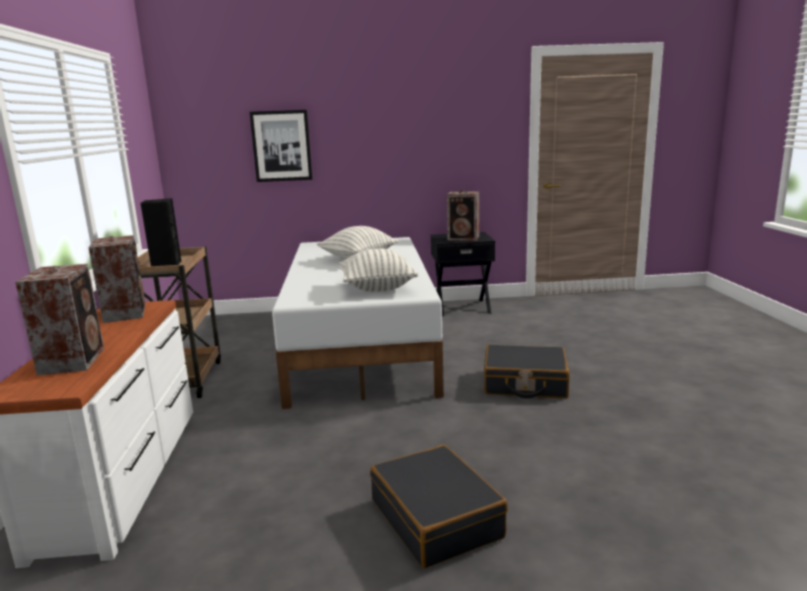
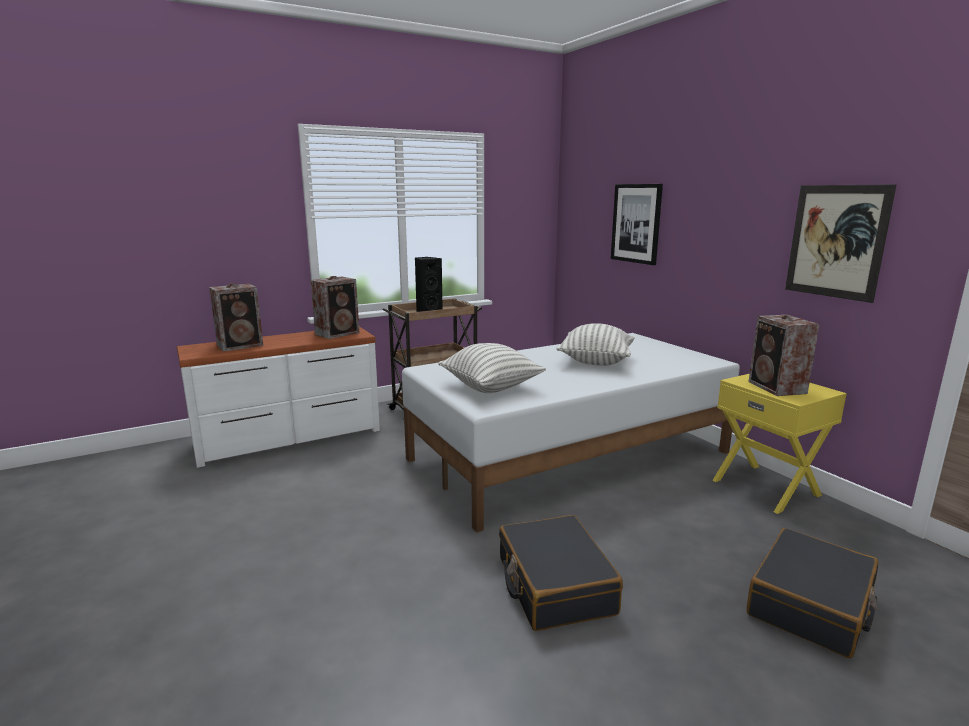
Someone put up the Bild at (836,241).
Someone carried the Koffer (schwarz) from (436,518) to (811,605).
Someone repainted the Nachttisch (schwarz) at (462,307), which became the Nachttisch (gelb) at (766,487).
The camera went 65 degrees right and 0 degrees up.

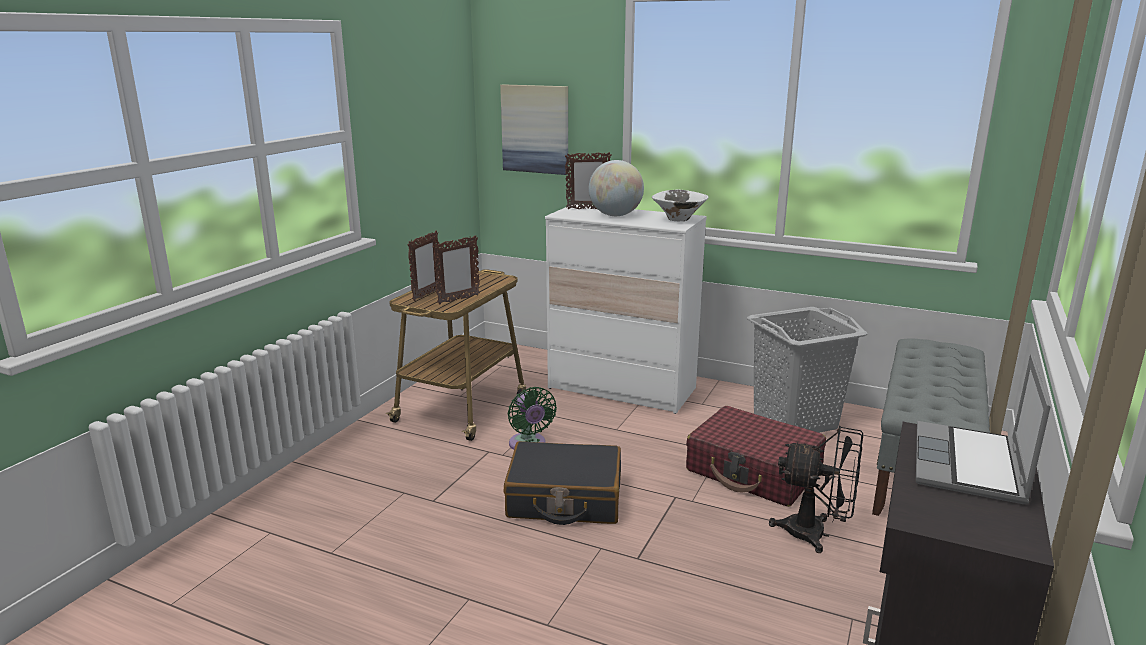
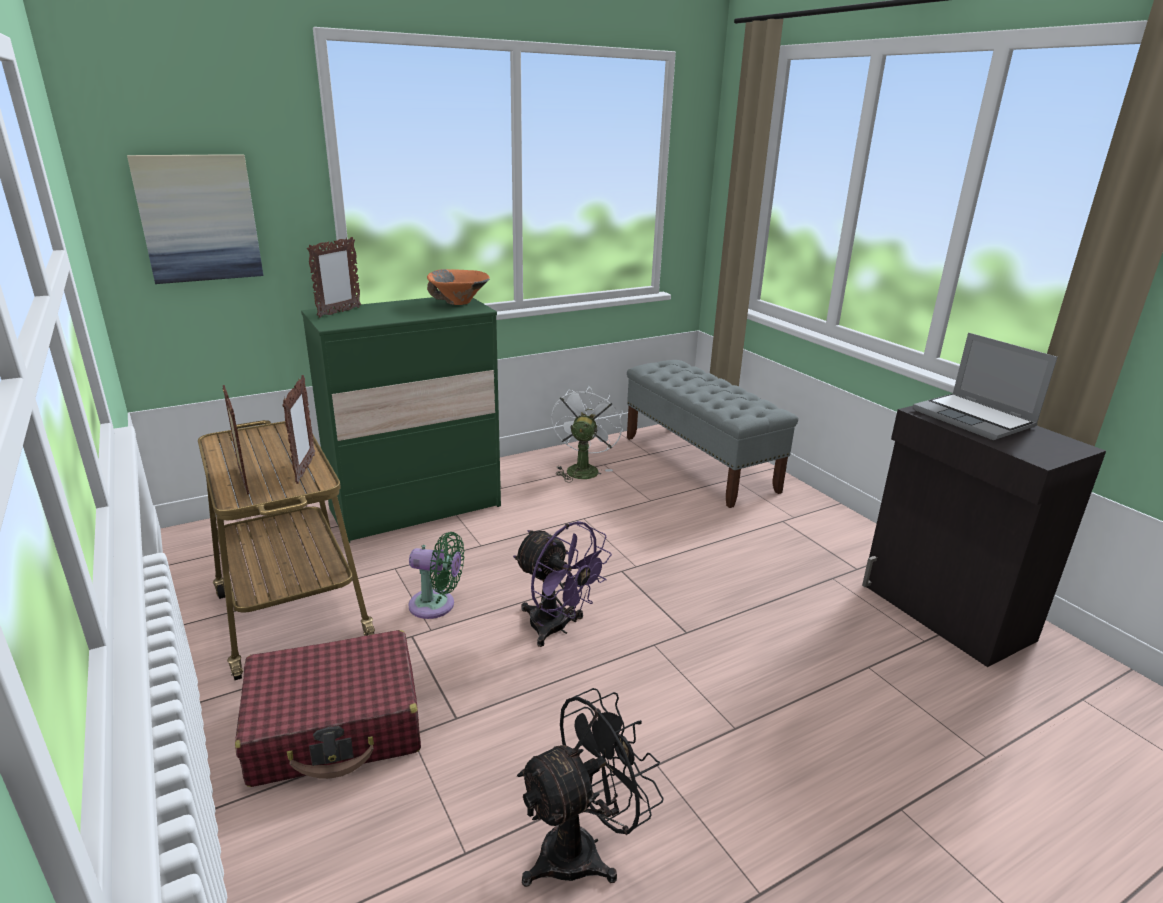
Someone took away the Globus at (615,215).
Someone carried the Koffer (rot) from (754,471) to (336,725).
Someone carried the Ventilator (schwarz) from (816,534) to (582,849).
Someone swapped the Koffer (schwarz) at (564,498) for the Ventilator (lila) at (557,628).
Someone swapped the Wäschekorb (grau) at (794,421) for the Ventilator (weiß) at (583,469).
Someone repainted the Kommode (weiß) at (621,389), which became the Kommode (grün) at (415,508).
Someone repainted the Schüssel (weiß) at (678,220), which became the Schüssel (orange) at (459,303).
The camera went 55 degrees left and 5 degrees up.

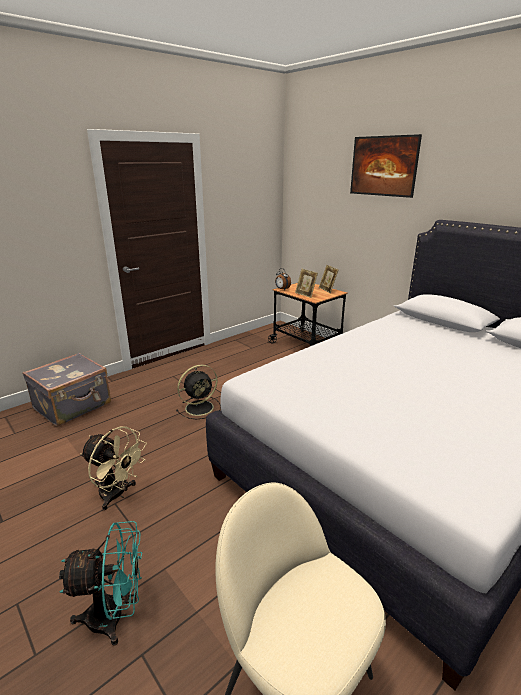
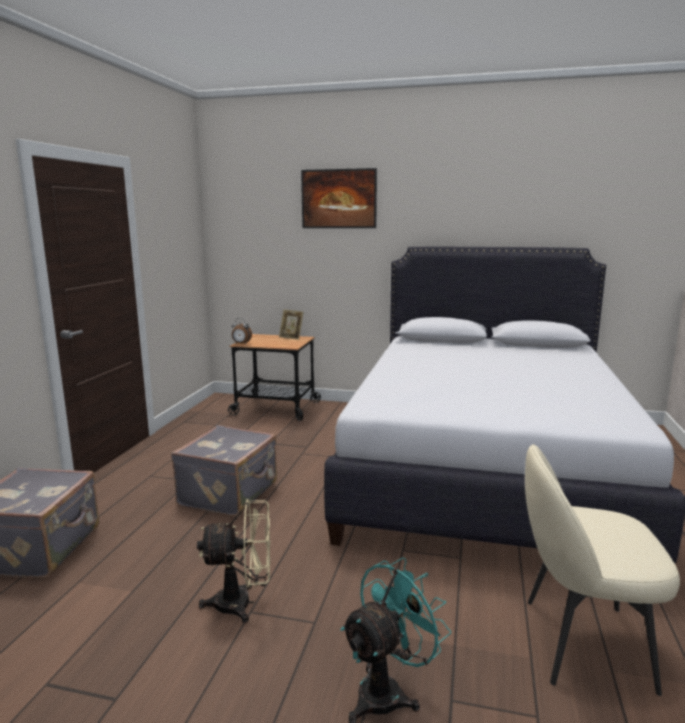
Someone took away the Bilderrahmen at (305,294).
Someone swapped the Ventilator (schwarz) at (200,407) for the Koffer (grau) at (230,494).
The camera went 35 degrees left and 10 degrees down.

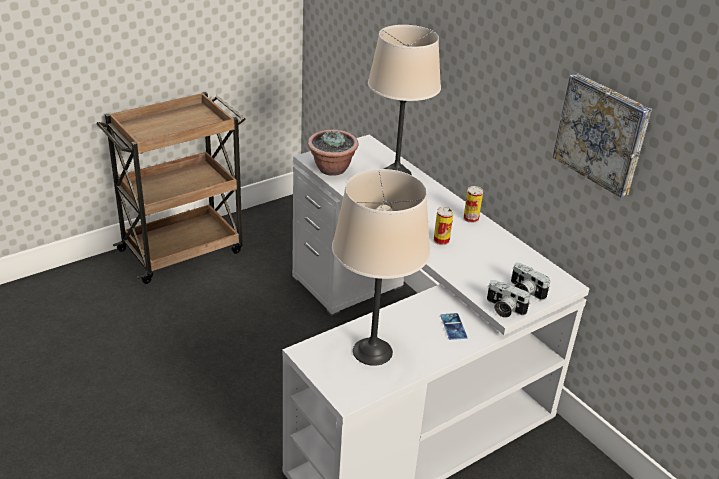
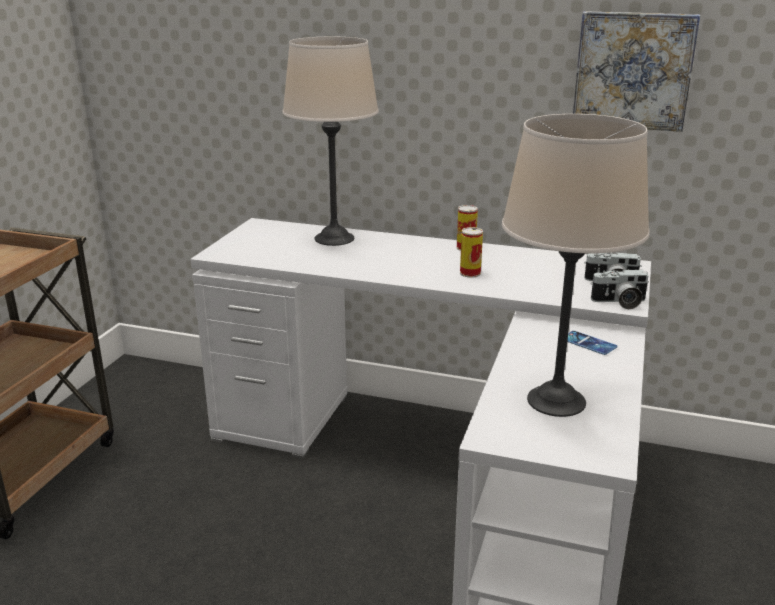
Someone took away the Topfpflanze at (332,169).
The camera went 35 degrees left and 10 degrees down.

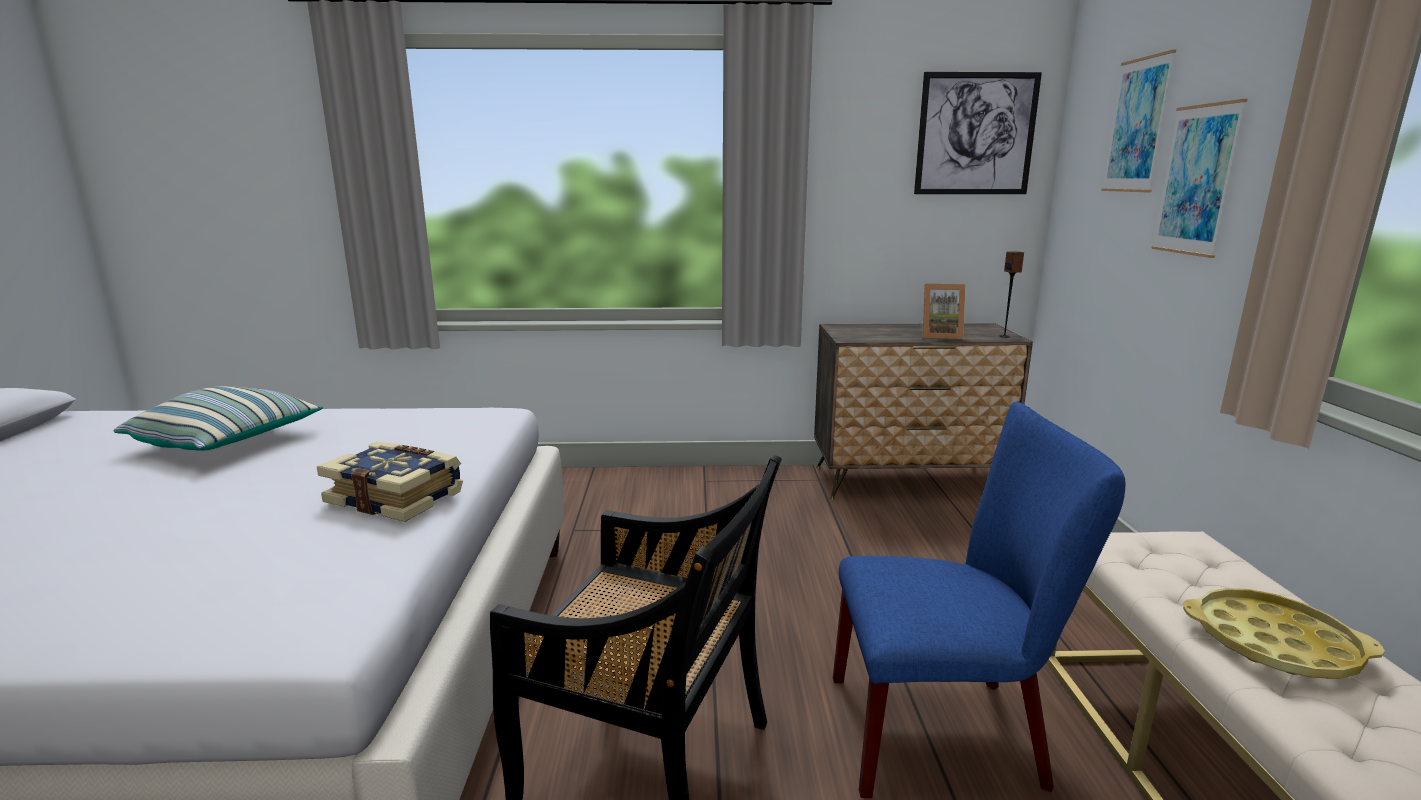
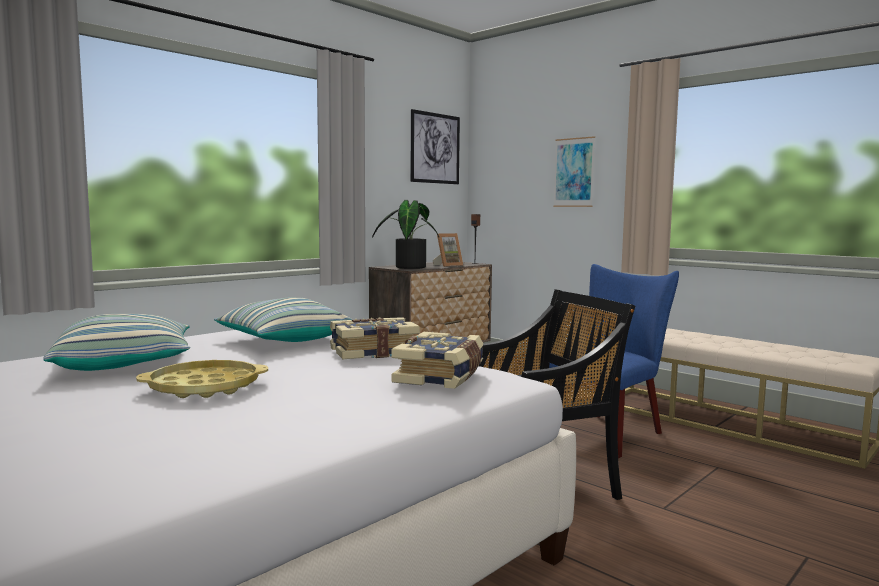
Someone took away the Bild at (1137,125).
Someone put down the Kissen at (284,341).
Someone put down the Topfpflanze at (408,267).
Someone put down the Buch at (441,376).
Someone carried the Tablett (gelb) from (1273,643) to (204,387).
The camera went 45 degrees left and 10 degrees down.

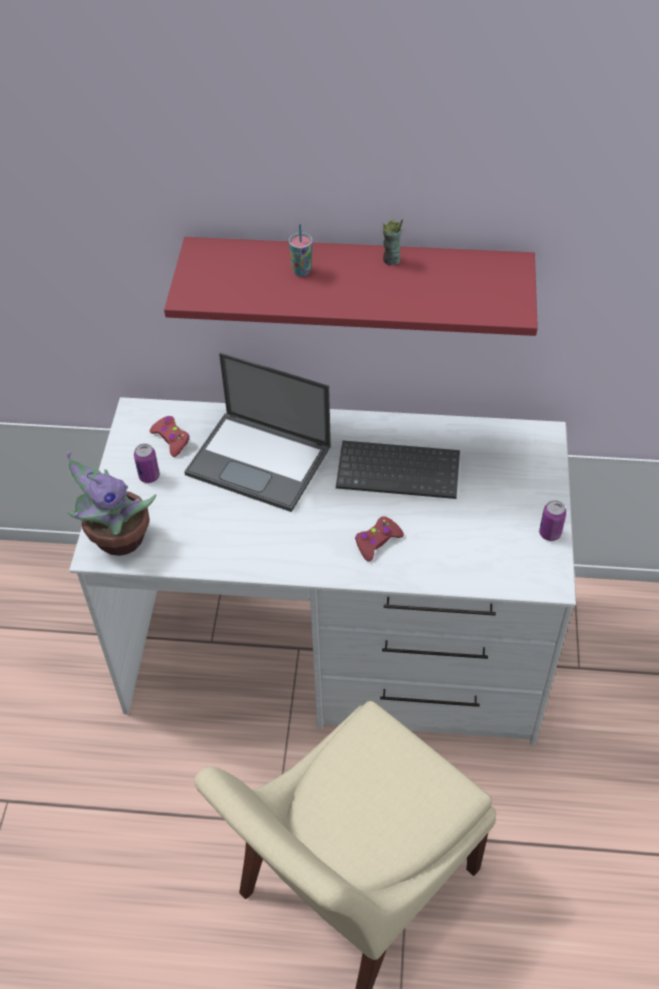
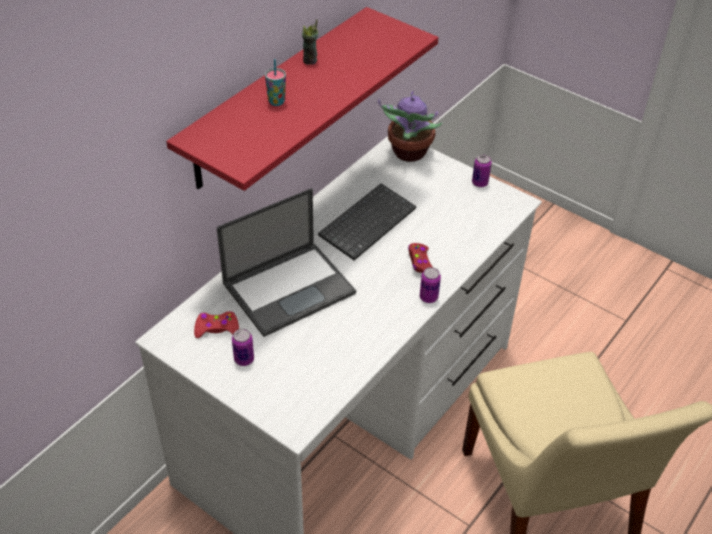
Someone put down the Dose at (428,297).
Someone carried the Topfpflanze from (117,539) to (408,153).
The camera went 60 degrees left and 5 degrees down.

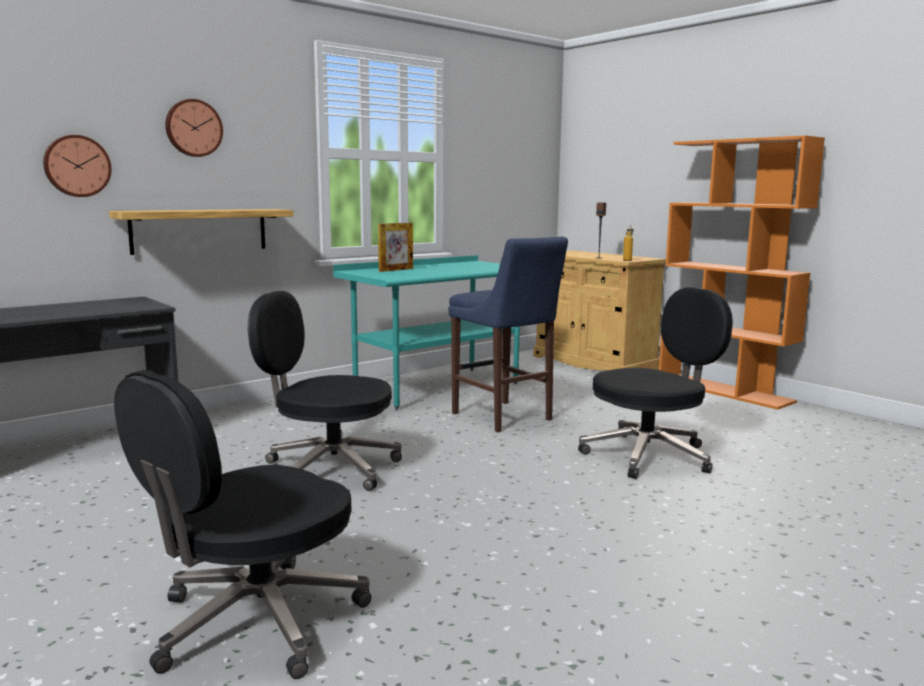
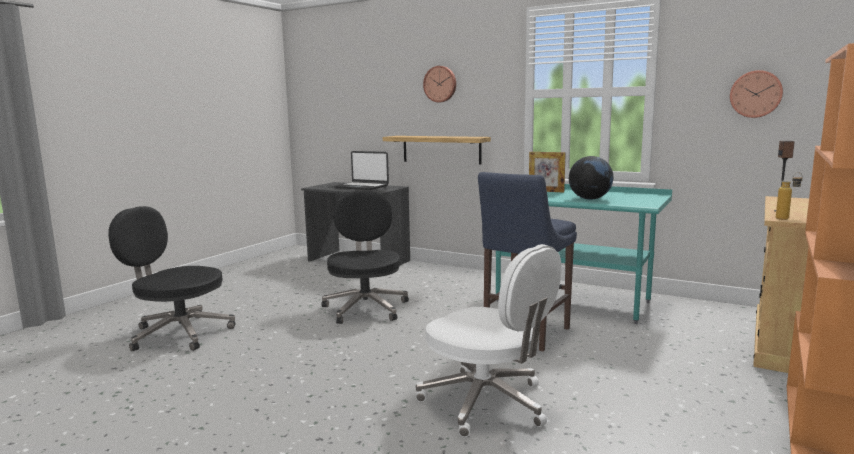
Someone put down the Laptop at (362,187).
Someone put down the Globus at (590,199).
Someone carried the Wanduhr from (77,166) to (755,94).
Someone repainted the Bürostuhl (schwarz) at (650,455), which became the Bürostuhl (weiß) at (487,403).
The camera went 70 degrees right and 0 degrees up.

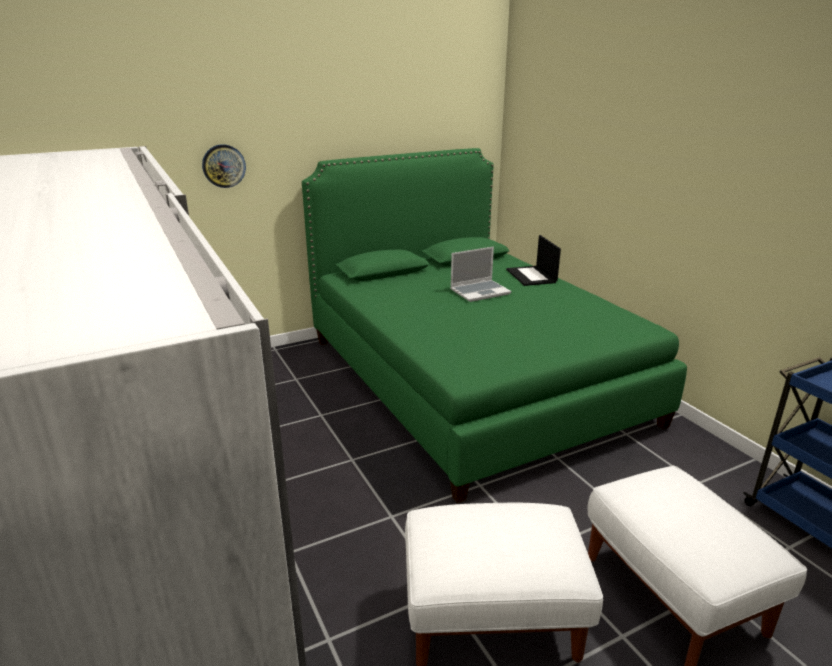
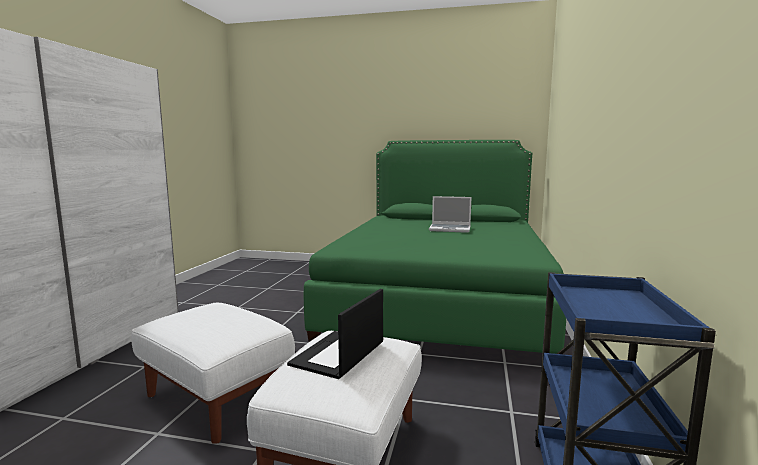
Someone took away the Wanduhr at (224,166).
Someone carried the Laptop from (532,276) to (338,355).
The camera went 40 degrees right and 15 degrees down.

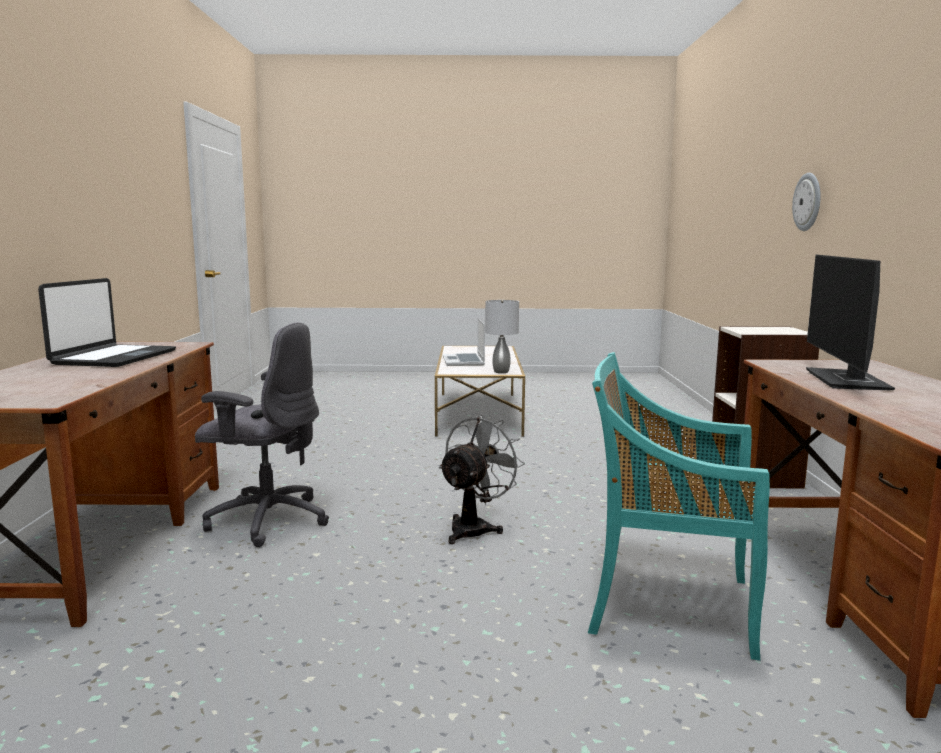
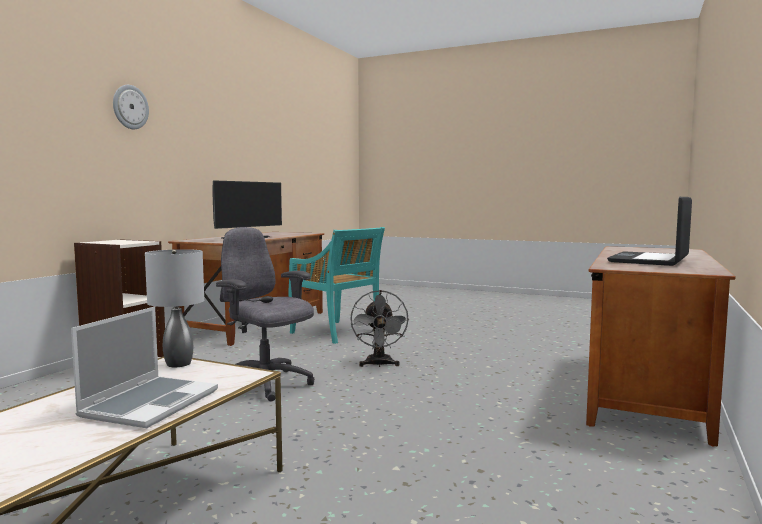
Someone carried the Bürostuhl (grau) from (267,520) to (265,385).
Someone carried the Wanduhr from (808,202) to (130,107).
Someone rotated the Ventilator (grau) at (475,528) by 60 degrees counterclockwise.
The camera went 155 degrees left and 5 degrees down.

